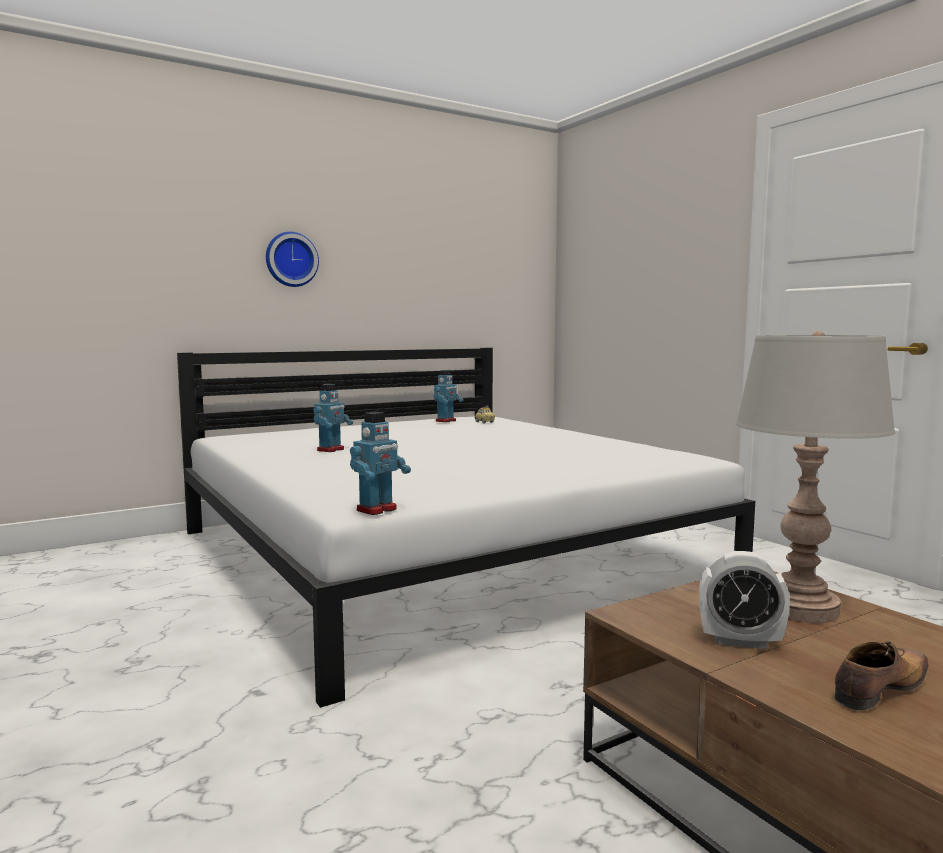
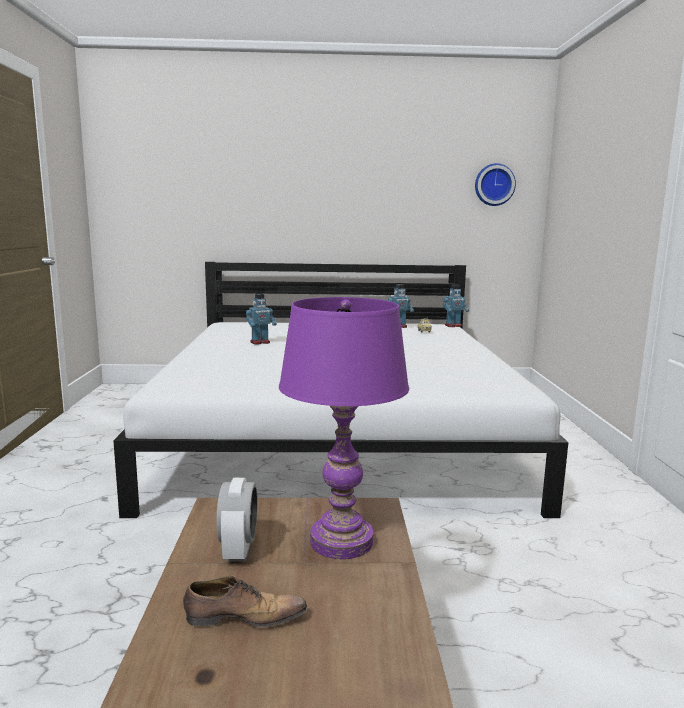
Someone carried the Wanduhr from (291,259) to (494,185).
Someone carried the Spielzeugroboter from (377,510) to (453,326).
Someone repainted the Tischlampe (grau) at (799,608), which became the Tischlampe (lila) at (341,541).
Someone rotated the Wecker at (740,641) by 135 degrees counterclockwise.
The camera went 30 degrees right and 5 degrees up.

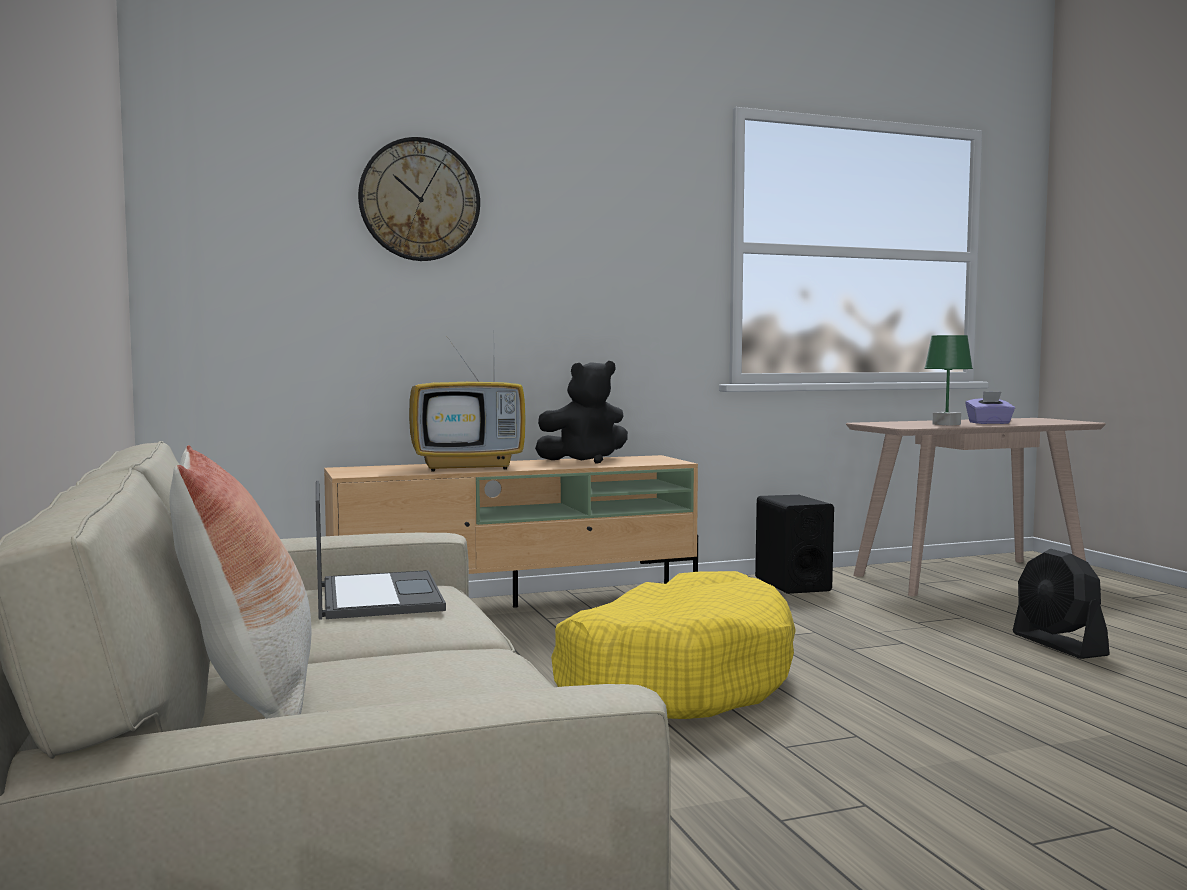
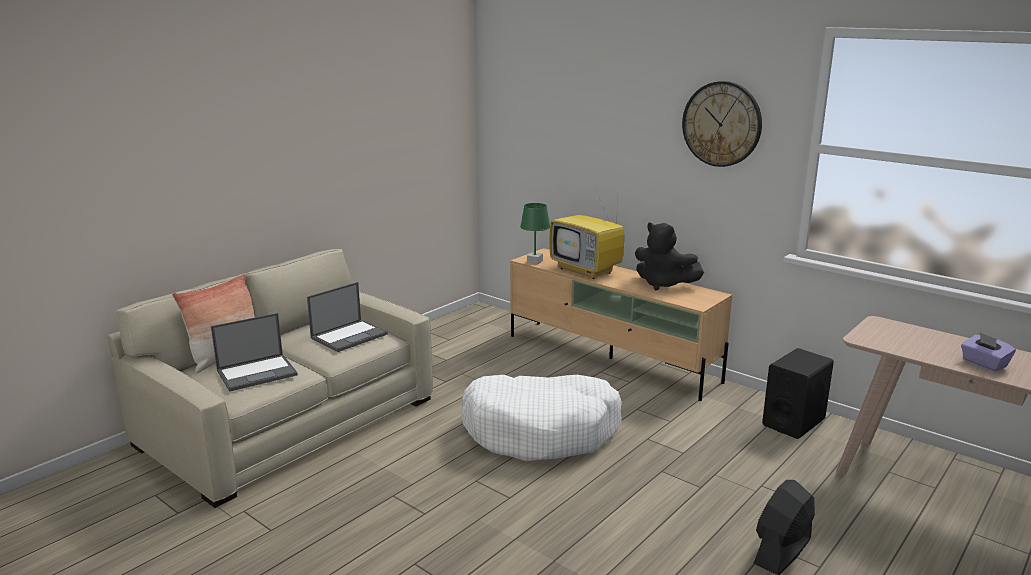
Someone put down the Laptop at (258,372).
Someone carried the Wanduhr from (419,200) to (721,124).
Someone carried the Tischlampe (grün) from (947,424) to (535,262).
Someone repainted the Hundebett (gelb) at (675,679), which became the Hundebett (weiß) at (541,431).
The camera went 60 degrees right and 15 degrees up.

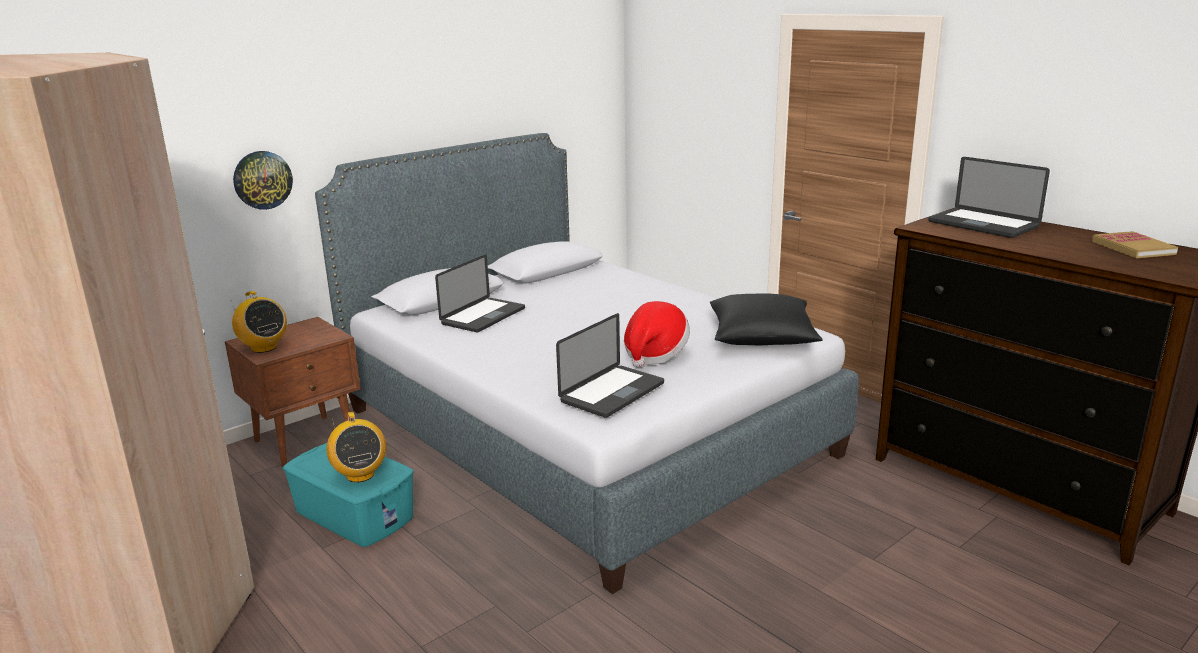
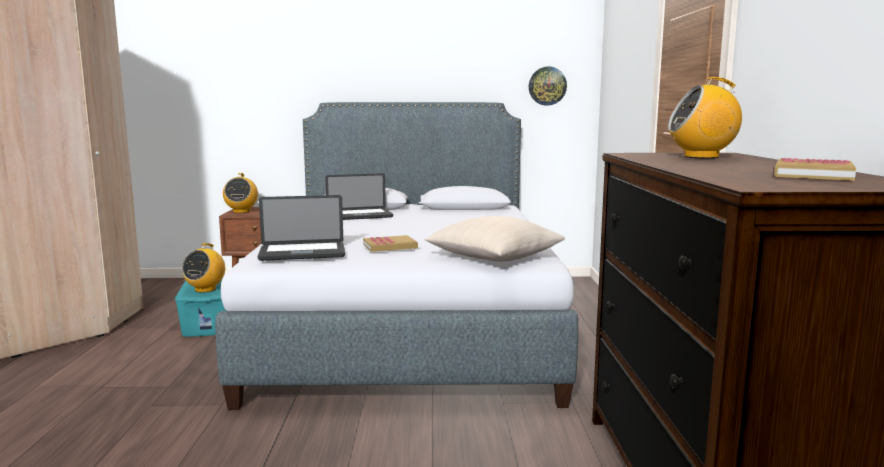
Someone carried the Wanduhr from (262,180) to (547,86).
Someone swapped the Hut at (655,354) for the Buch at (390,246).
Someone swapped the Laptop at (982,225) for the Radio at (701,157).
Someone repainted the Kissen (schwarz) at (762,338), which became the Kissen (beige) at (494,257).
The camera went 40 degrees right and 10 degrees down.

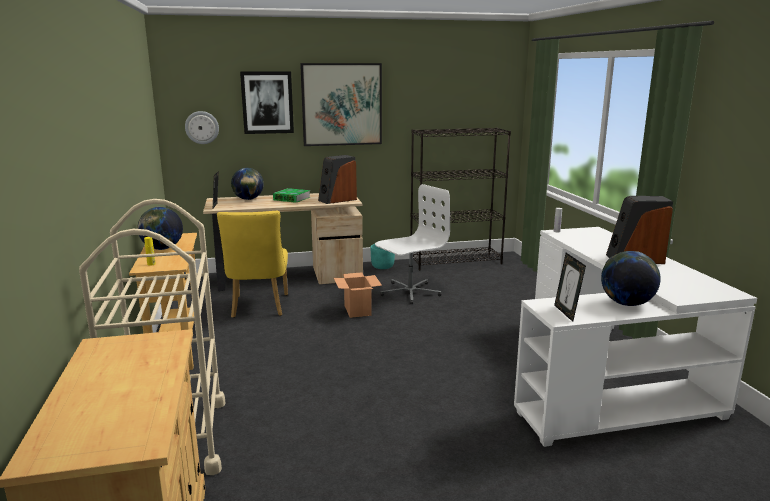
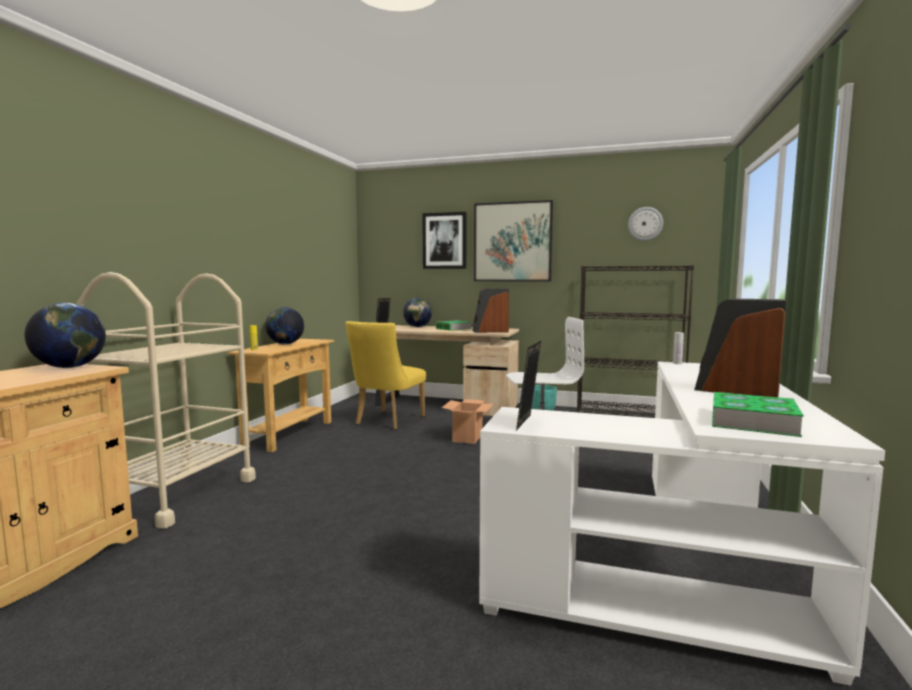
Someone put down the Buch at (753,421).
Someone carried the Wanduhr from (202,127) to (645,224).
Someone carried the Globus from (626,304) to (70,367).
The camera went 30 degrees right and 10 degrees down.

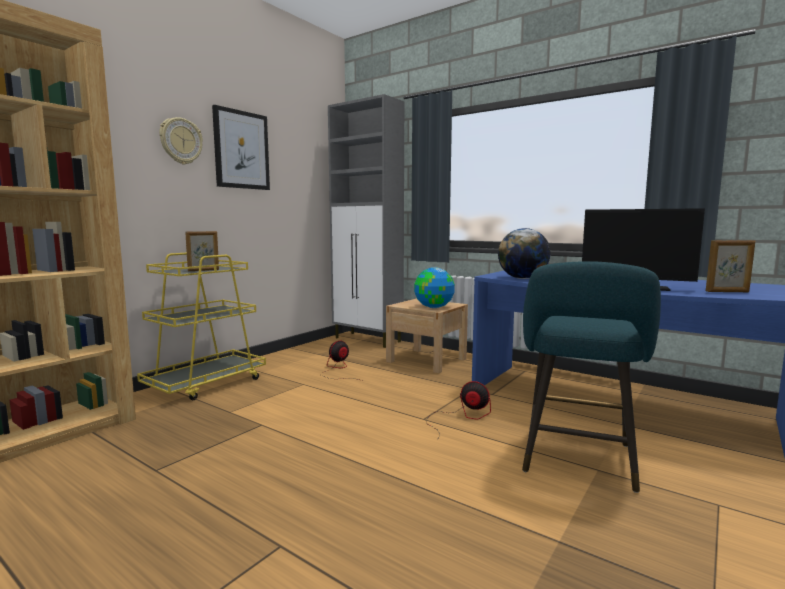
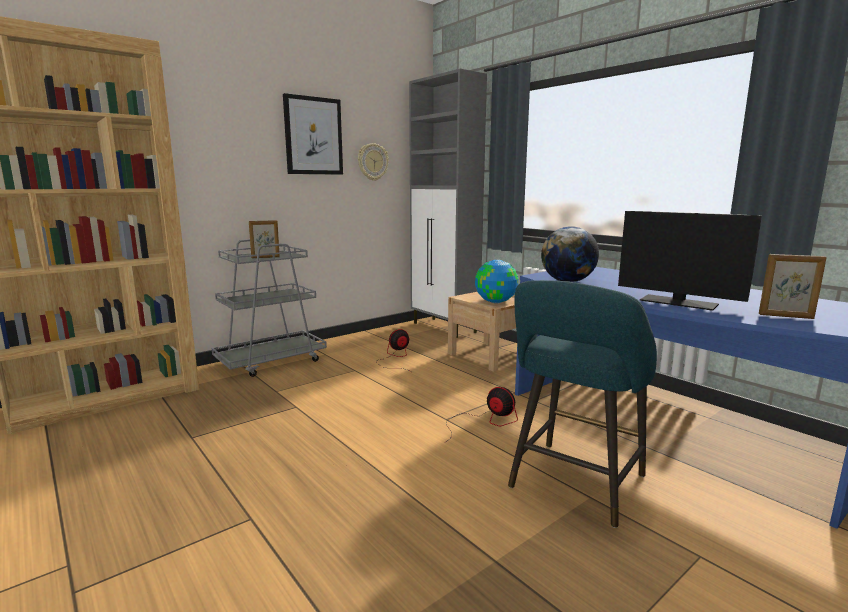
Someone carried the Wanduhr from (181,141) to (372,162).
Someone repainted the Rollwagen (gelb) at (206,383), which became the Rollwagen (grau) at (271,361).
The camera went 15 degrees right and 5 degrees up.

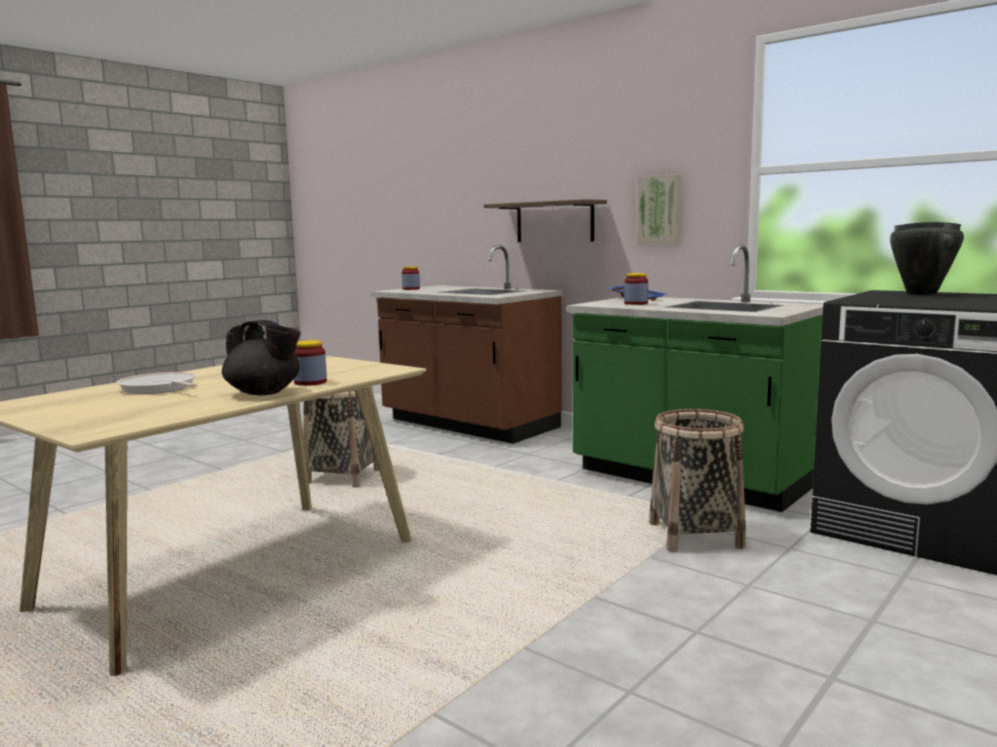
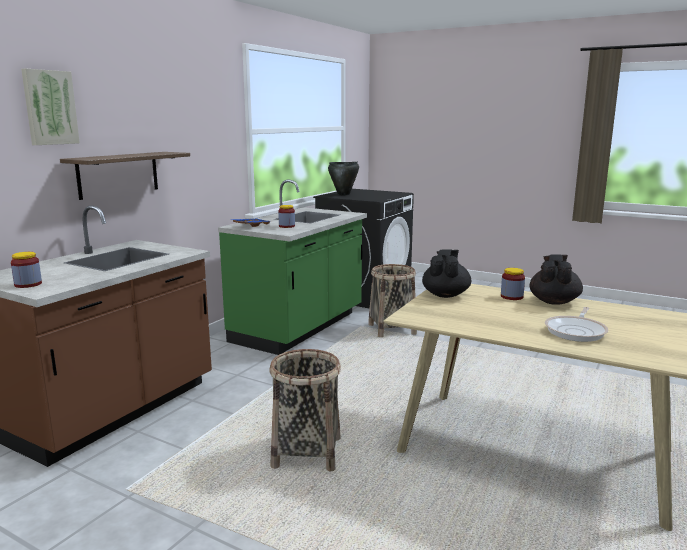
Someone put down the Teekanne (schwarz) at (445,295).
Someone carried the Bild from (660,210) to (49,107).
The camera went 100 degrees left and 5 degrees up.

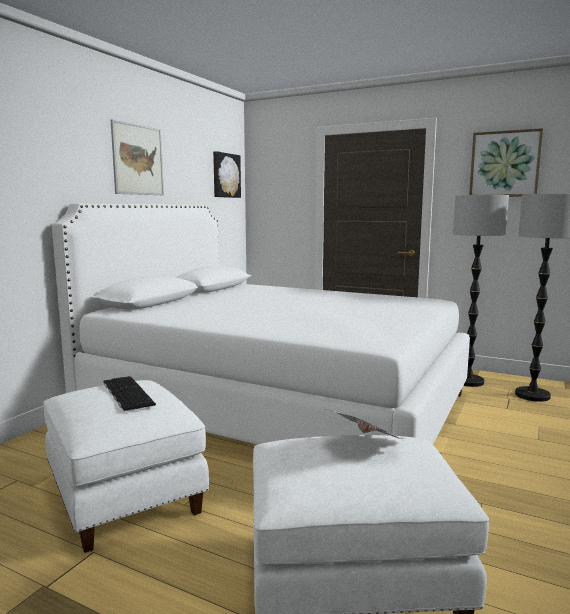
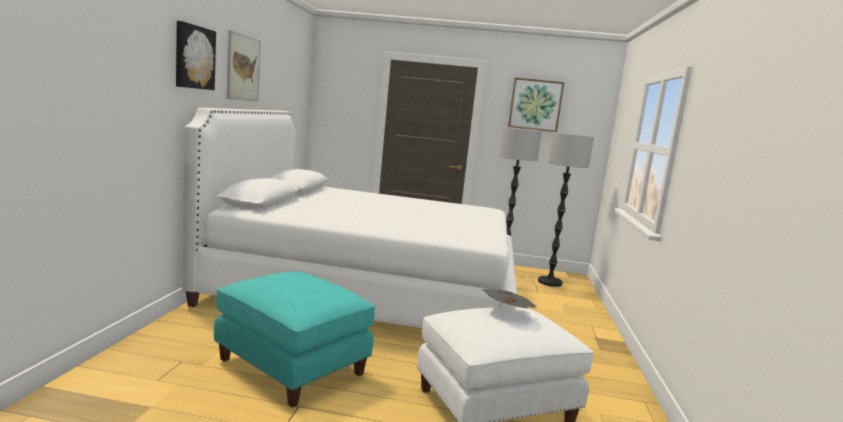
Someone took away the Tastatur at (126,393).
Someone carried the Bild from (225,175) to (193,57).
Someone repainted the Polsterhocker (weiß) at (123,496), which became the Polsterhocker (türkis) at (290,367).
The camera went 20 degrees left and 0 degrees up.

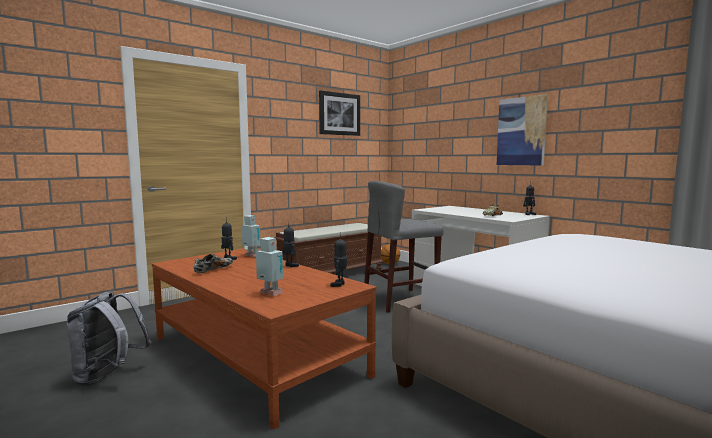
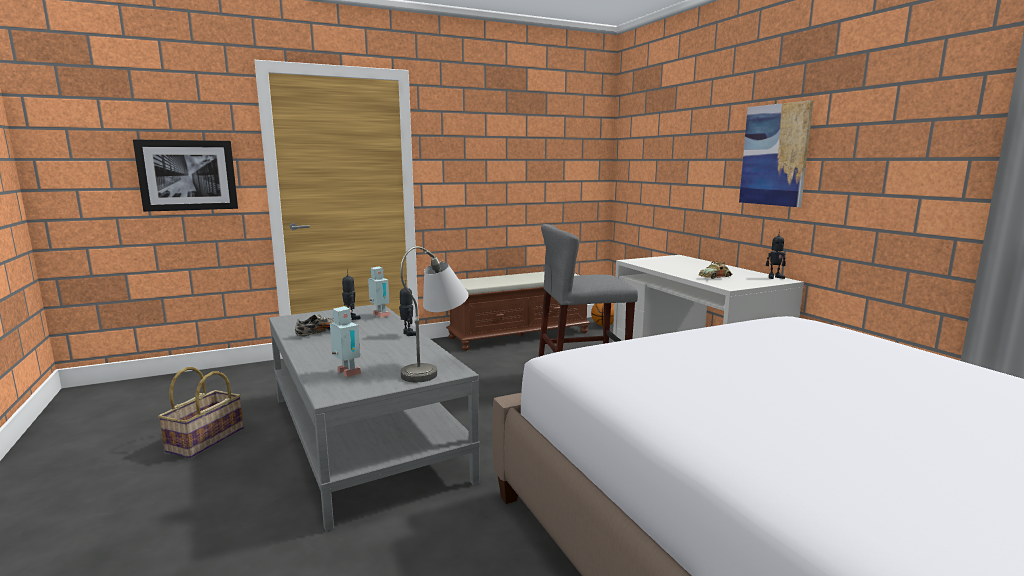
Someone carried the Bild from (339,114) to (188,175).
Someone swapped the Rucksack (grau) at (108,376) for the Korb at (206,440).
Someone swapped the Spielzeugroboter at (339,285) for the Tischlampe (grau) at (437,368).
Someone repainted the Couchtisch (braun) at (255,355), which became the Couchtisch (grau) at (363,435).
The camera went 15 degrees right and 5 degrees up.

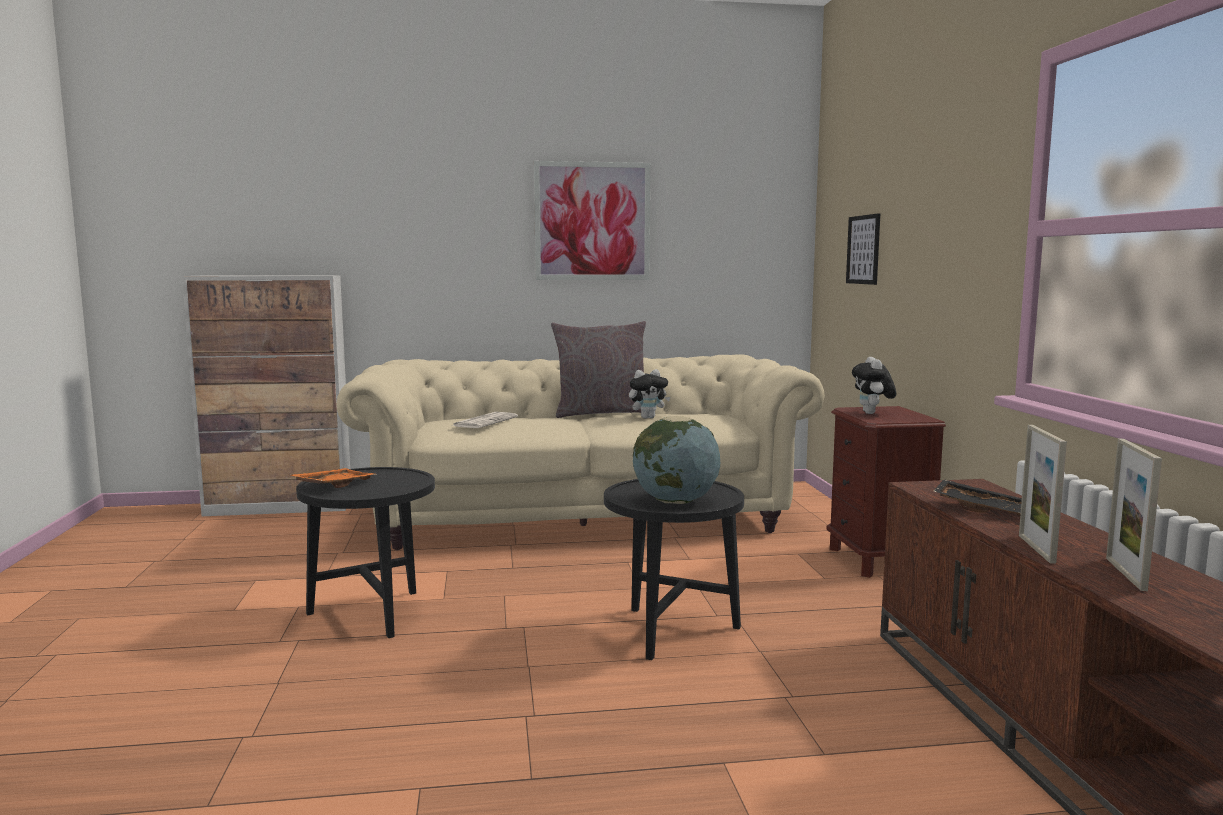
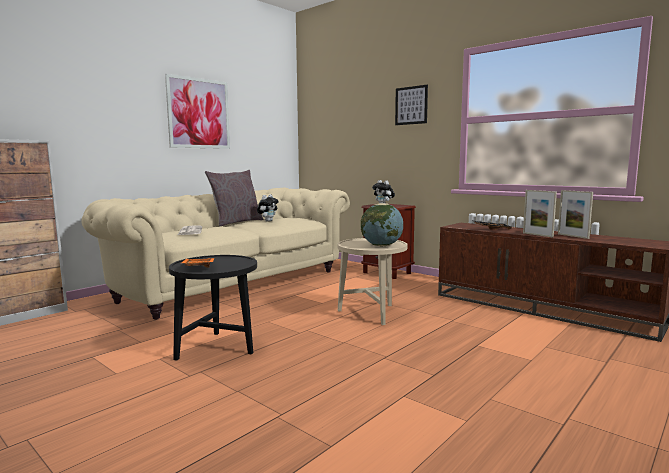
Someone carried the Bild from (863,249) to (411,105).
Someone repainted the Beistelltisch (schwarz) at (672,633), which became the Beistelltisch (beige) at (371,314).
The camera went 40 degrees left and 0 degrees up.

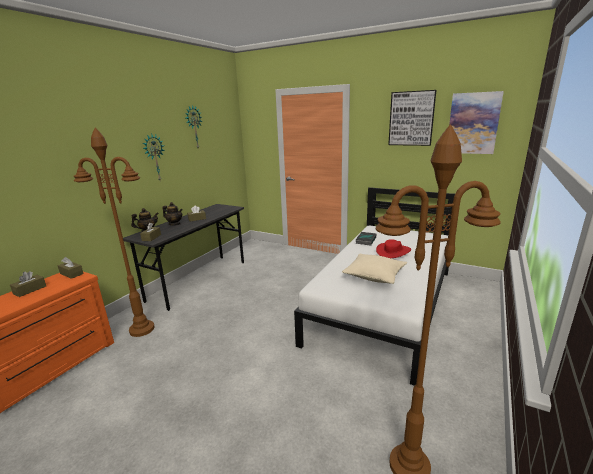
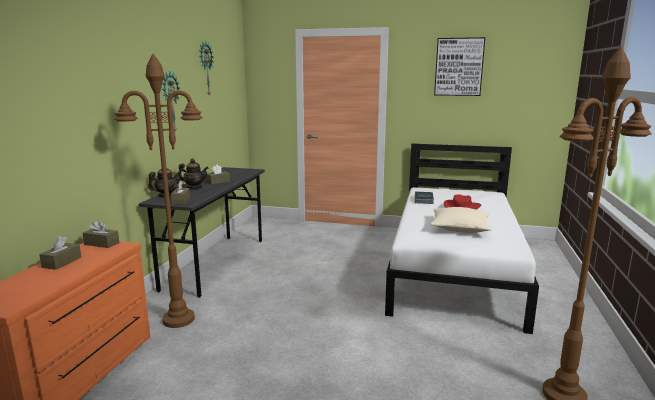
Someone took away the Bild at (473,123).
The camera went 15 degrees left and 5 degrees down.

